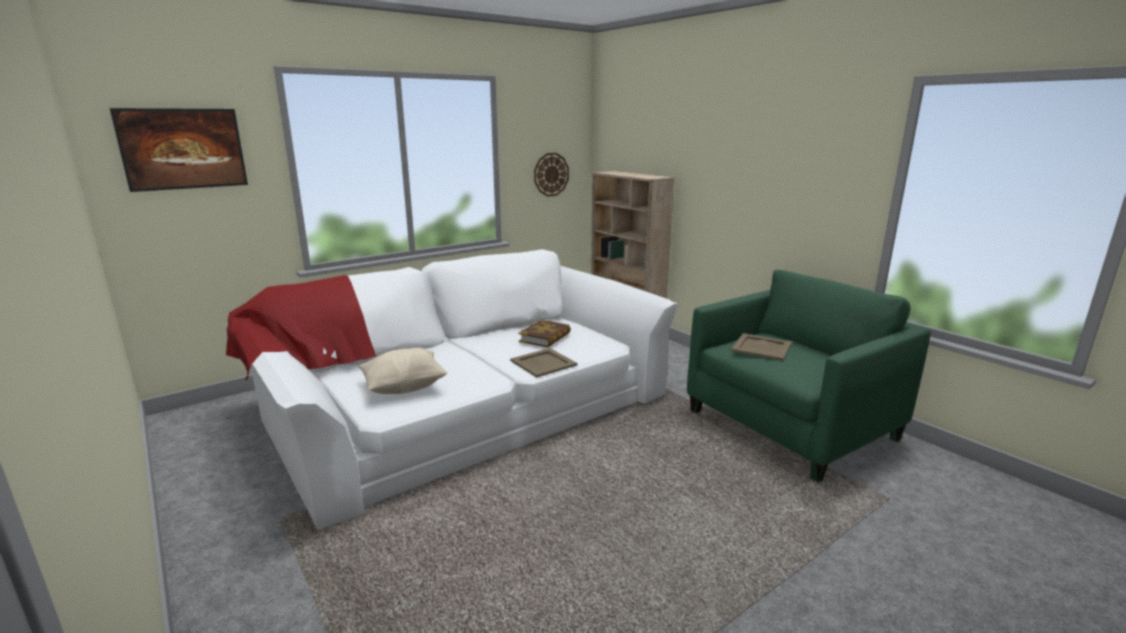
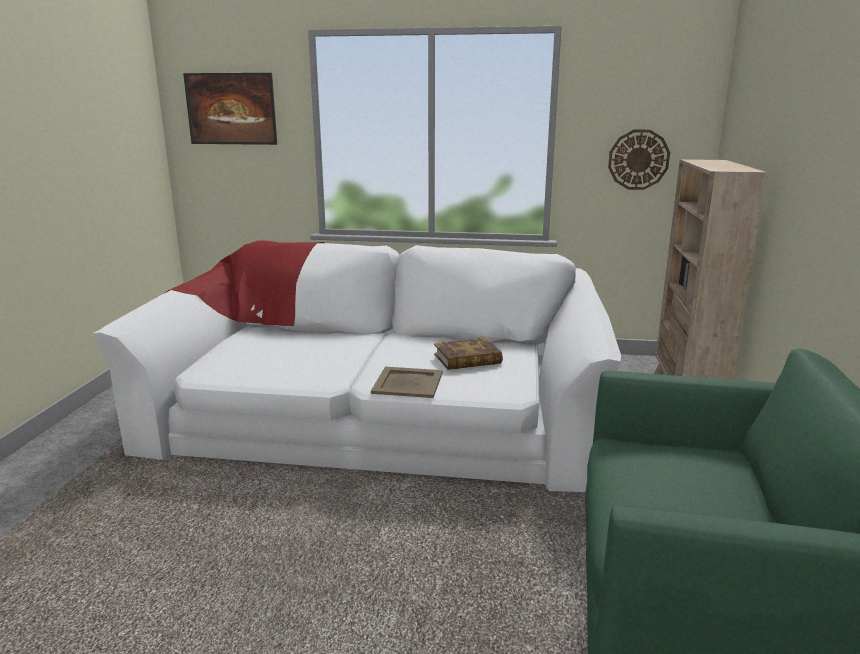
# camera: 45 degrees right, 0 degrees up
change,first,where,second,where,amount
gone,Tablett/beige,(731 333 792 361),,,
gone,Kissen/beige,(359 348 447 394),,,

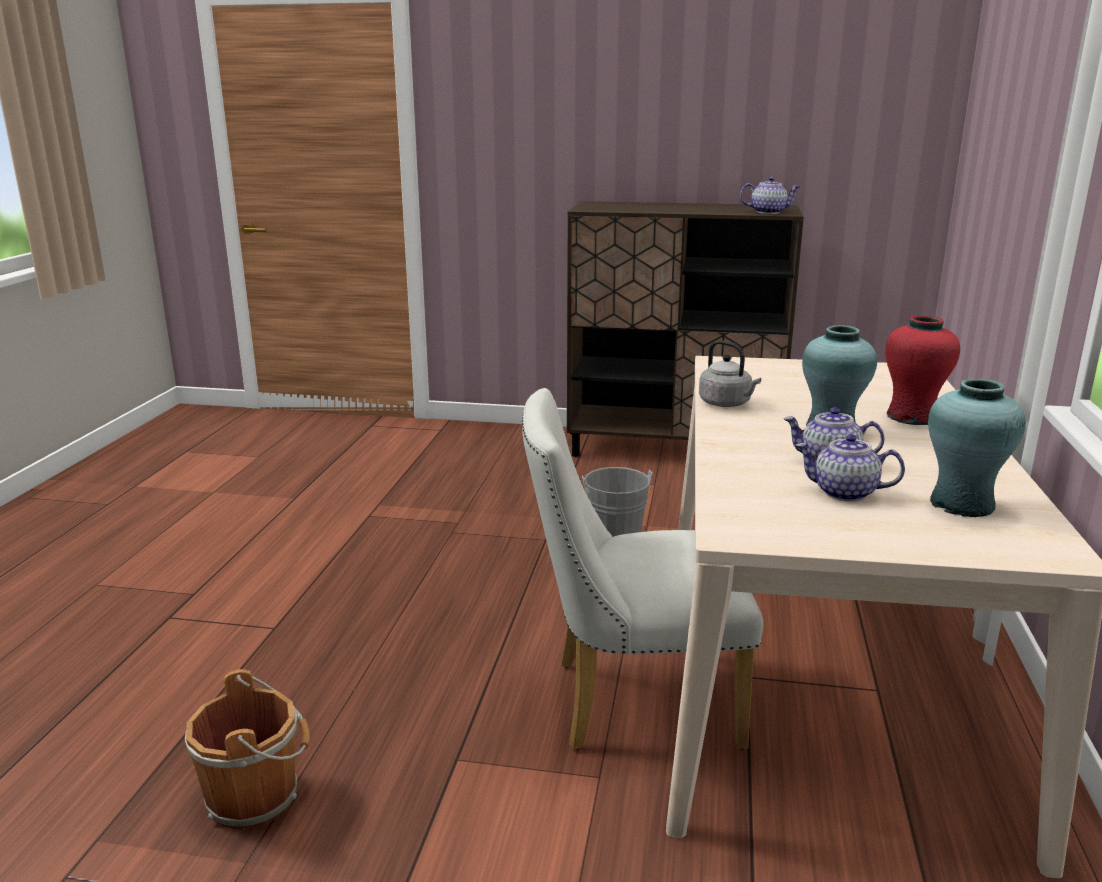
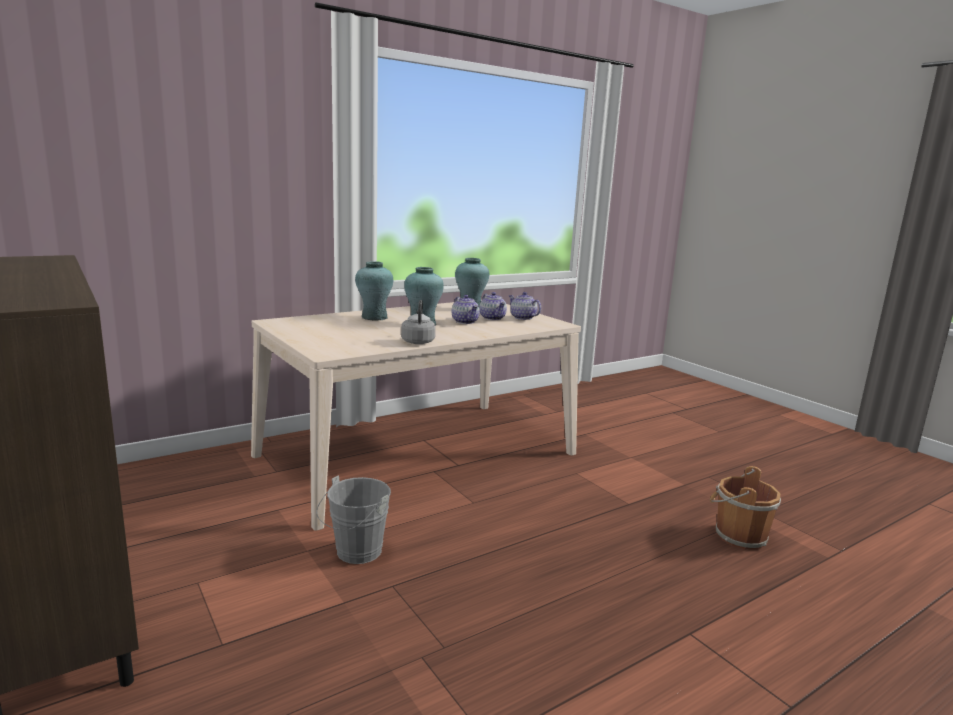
# camera: 135 degrees left, 5 degrees down
change,first,where,second,where,amount
shifted,Teekanne,(740 177 800 214),,(508 292 541 320),
repainted,Vase/rot,(885 315 960 425),Vase/türkis,(355 261 393 321),
gone,Stuhl/weiß,(522 388 763 750),,,

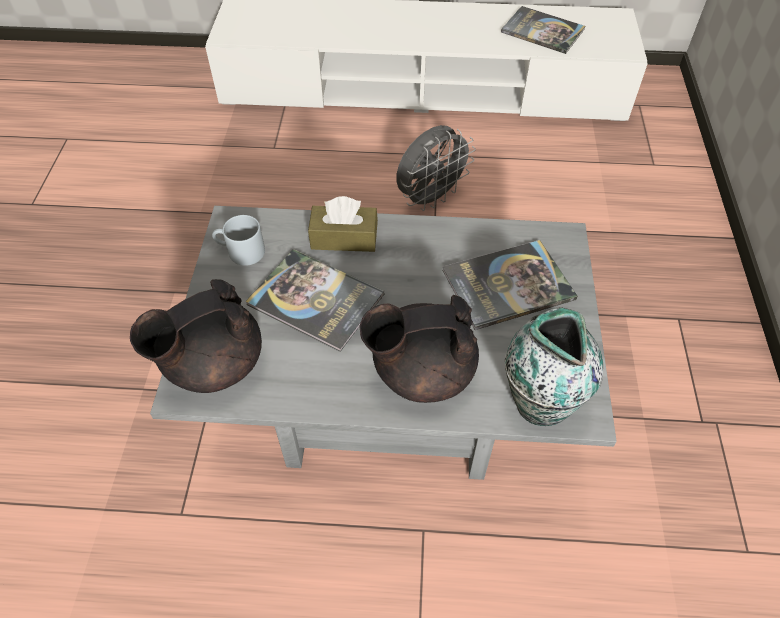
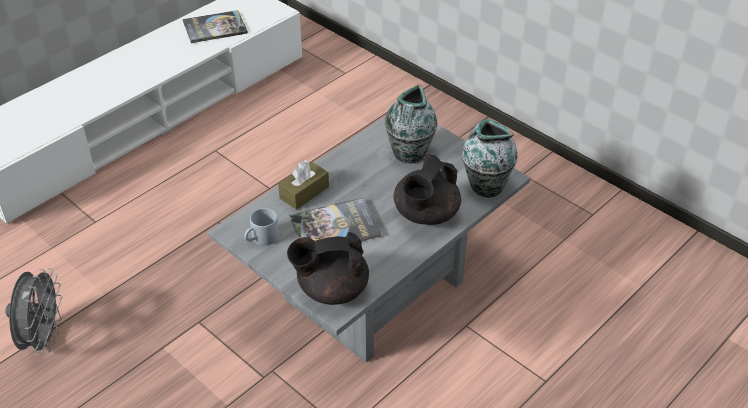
# camera: 50 degrees left, 10 degrees down
change,first,where,second,where,amount
shifted,Ventilator/grau,(396 125 476 211),,(6 268 62 356),
swapped,Buch,(442 240 578 330),Vase,(385 84 437 163),
rotated,Teekanne/schwarz,(130 279 262 393),,(287 232 369 305),75 degrees clockwise

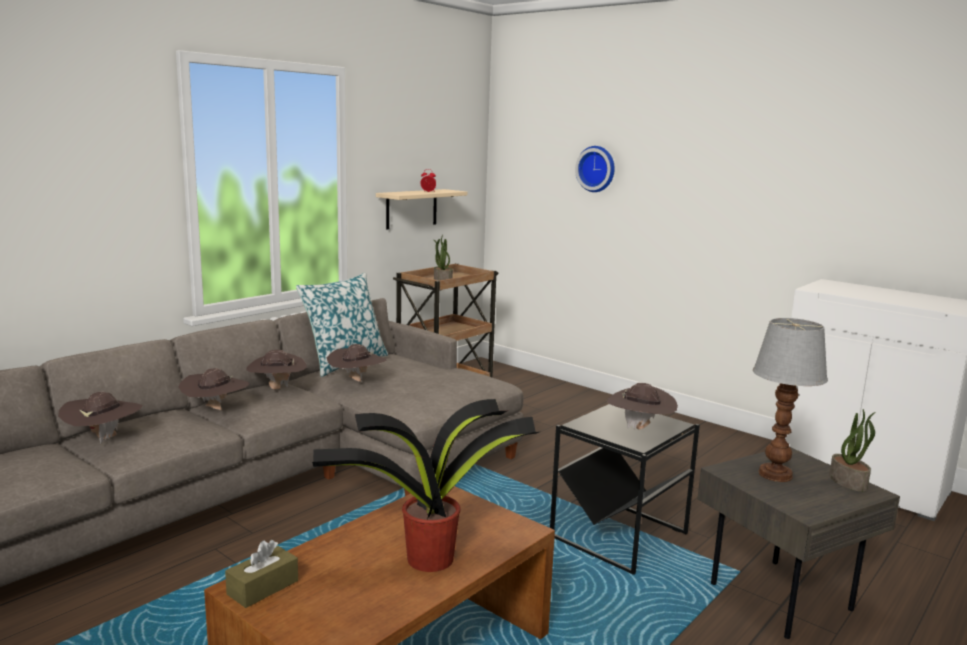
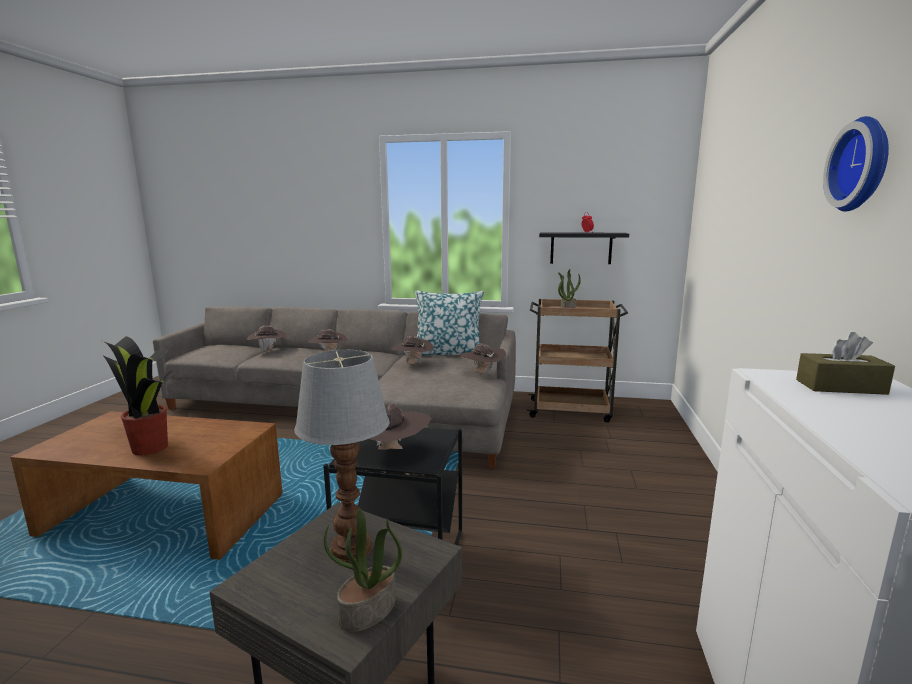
# camera: 60 degrees right, 0 degrees up
change,first,where,second,where,amount
shifted,Wanduhr,(575 146 615 192),,(823 116 889 212),
repainted,Wandregal/beige,(376 189 467 229),Wandregal/schwarz,(539 233 629 264),
shifted,Hut/braun,(246 350 307 390),,(459 343 506 374),
shifted,Taschentuchbox/braun,(225 540 298 608),,(796 332 895 395),

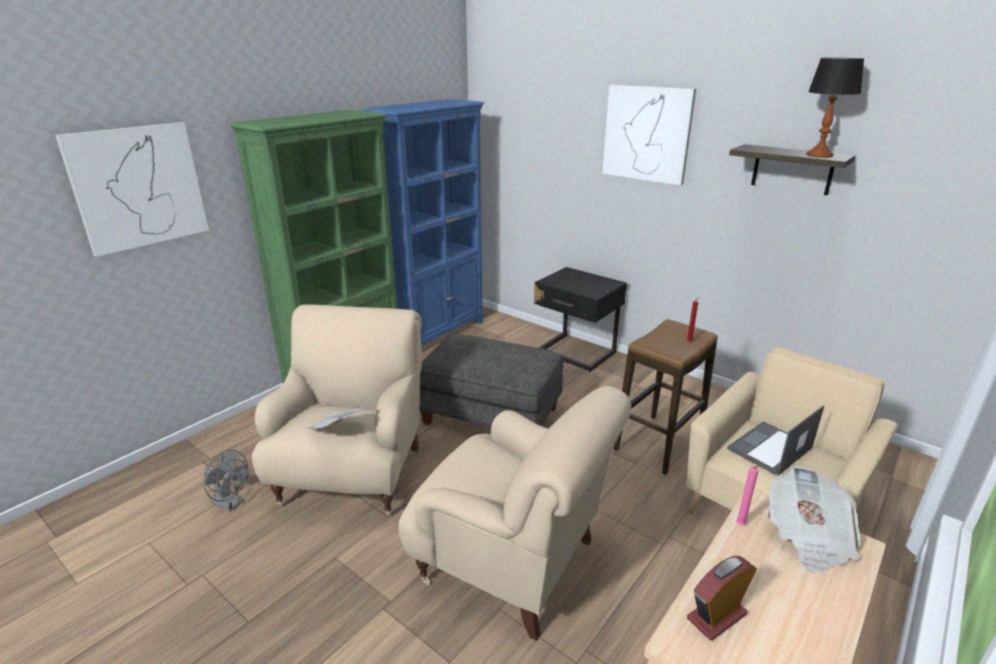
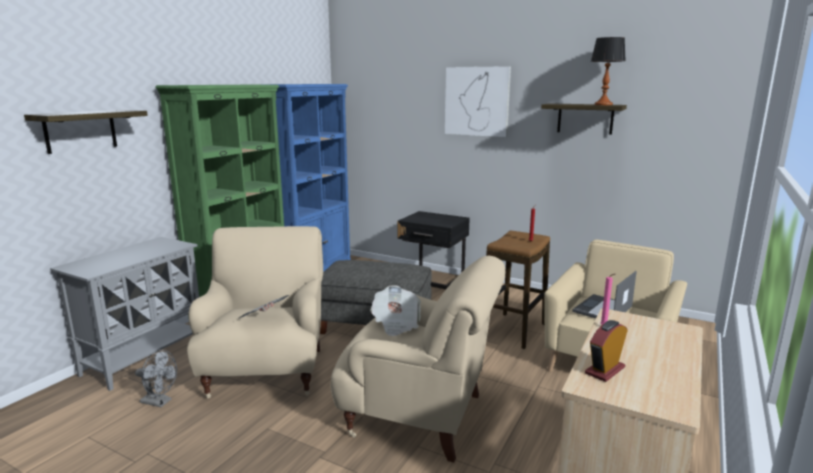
# camera: 10 degrees left, 10 degrees down
change,first,where,second,where,amount
swapped,Bild,(55 122 209 257),Wandregal,(24 110 148 154),
shifted,Zeitung,(767 466 860 574),,(370 285 421 336),
new,,,Schrank/grau,(50 237 199 391),

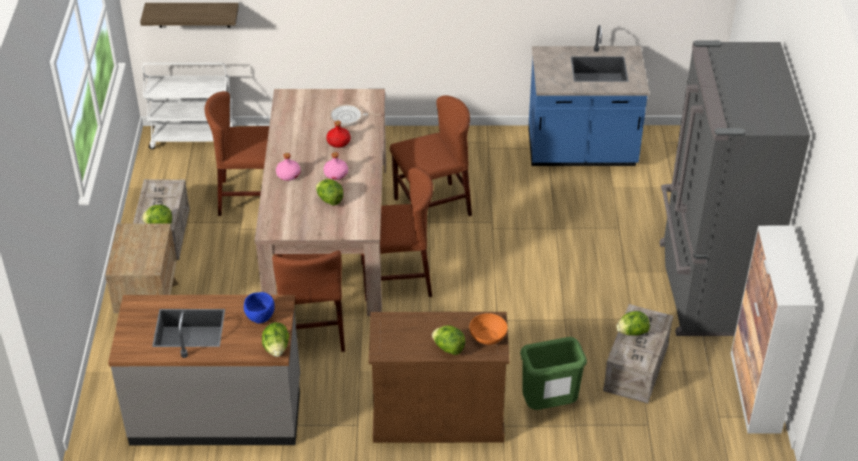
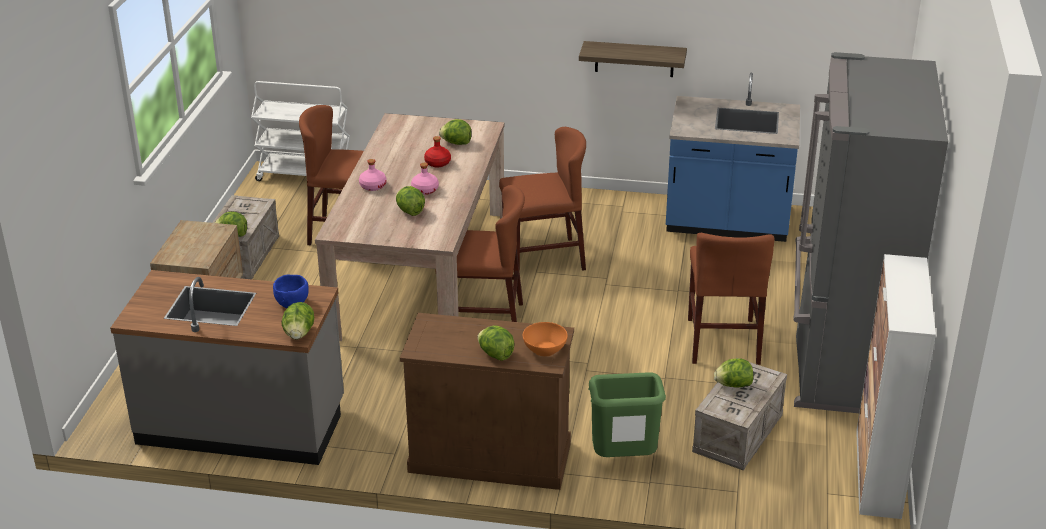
# camera: 10 degrees right, 10 degrees down
change,first,where,second,where,amount
shifted,Wandregal,(140 3 239 28),,(579 41 687 77),
swapped,Pfanne,(330 104 380 126),Salatkopf,(439 119 472 145),
shifted,Stuhl/braun,(272 250 345 352),,(688 233 775 365),

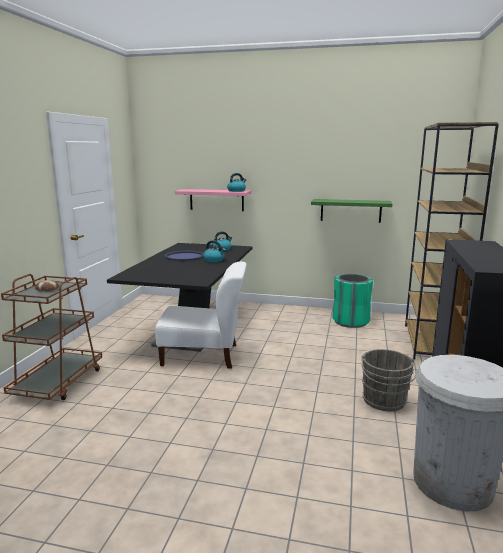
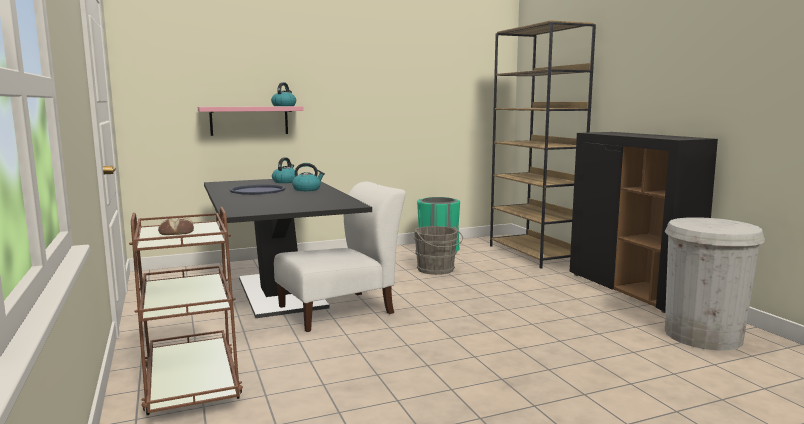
# camera: 35 degrees left, 5 degrees down
change,first,where,second,where,amount
gone,Wandregal/grün,(311 199 392 223),,,
shifted,Eimer/grau,(361 349 417 411),,(414 226 463 275),

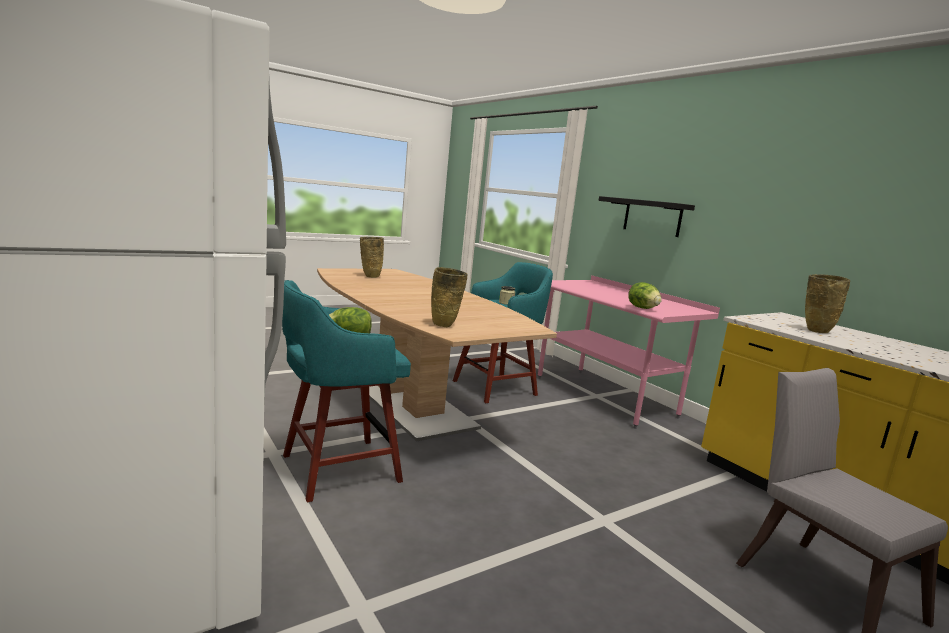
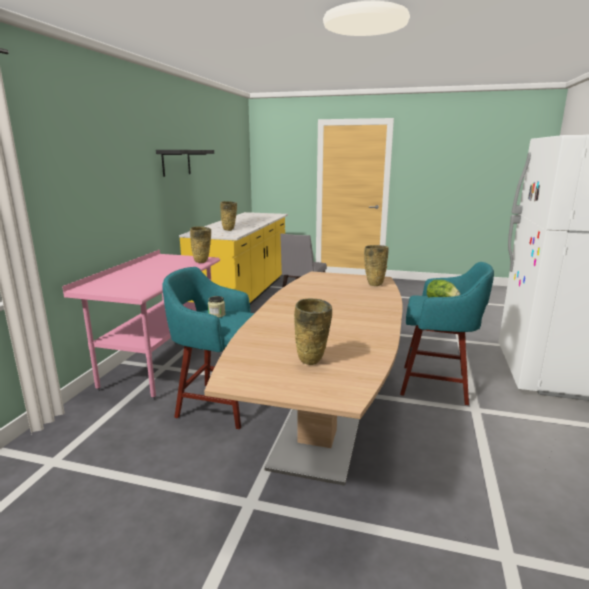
# camera: 130 degrees left, 5 degrees up
change,first,where,second,where,amount
shifted,Wandregal/schwarz,(598 196 695 237),,(156 150 214 177),
swapped,Salatkopf,(628 282 662 309),Vase/beige,(190 227 211 263),

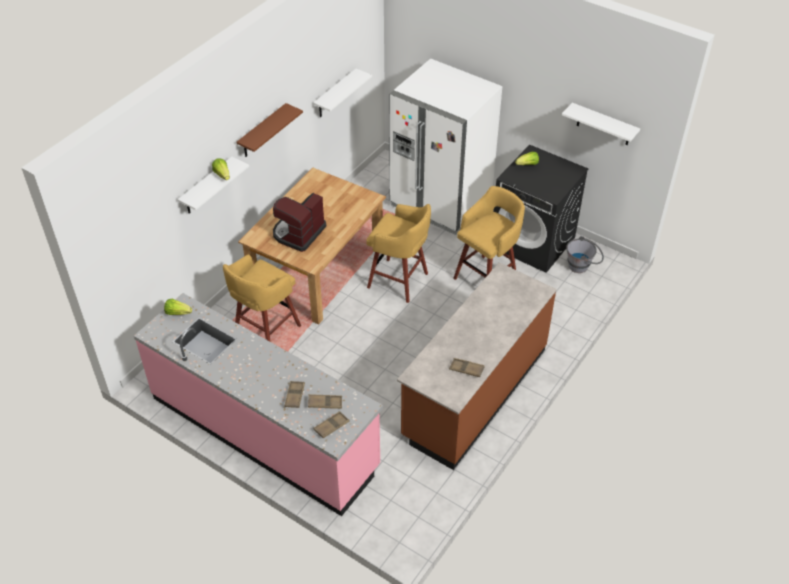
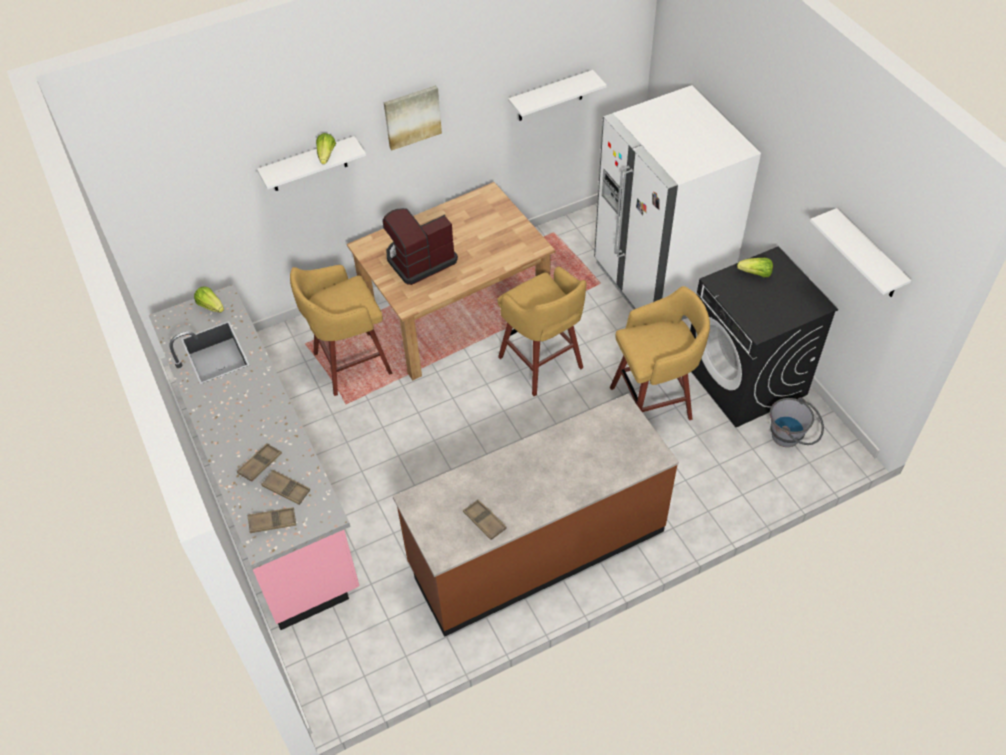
# camera: 30 degrees right, 5 degrees up
change,first,where,second,where,amount
swapped,Wandregal/braun,(237 103 303 157),Bild,(384 85 442 150),

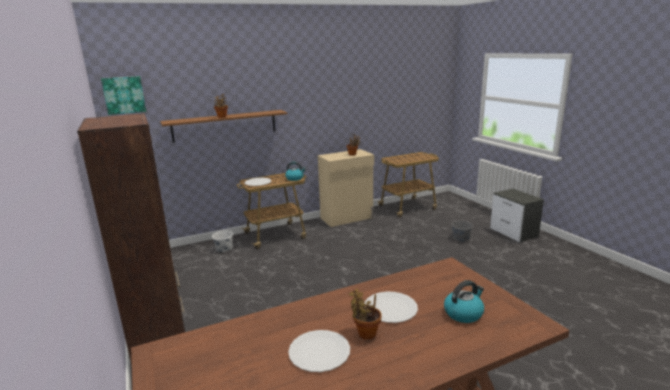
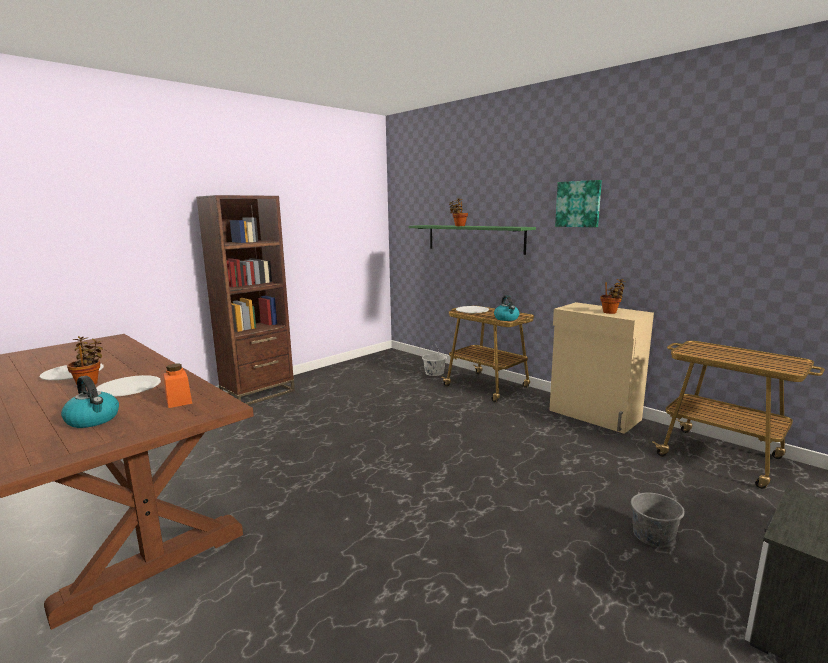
# camera: 70 degrees right, 5 degrees down
change,first,where,second,where,amount
shifted,Bild,(101 76 146 115),,(555 180 602 227),
repainted,Wandregal/braun,(160 110 288 143),Wandregal/grün,(409 225 536 255),
new,,,Vorratsglas/orange,(163 363 192 408),

